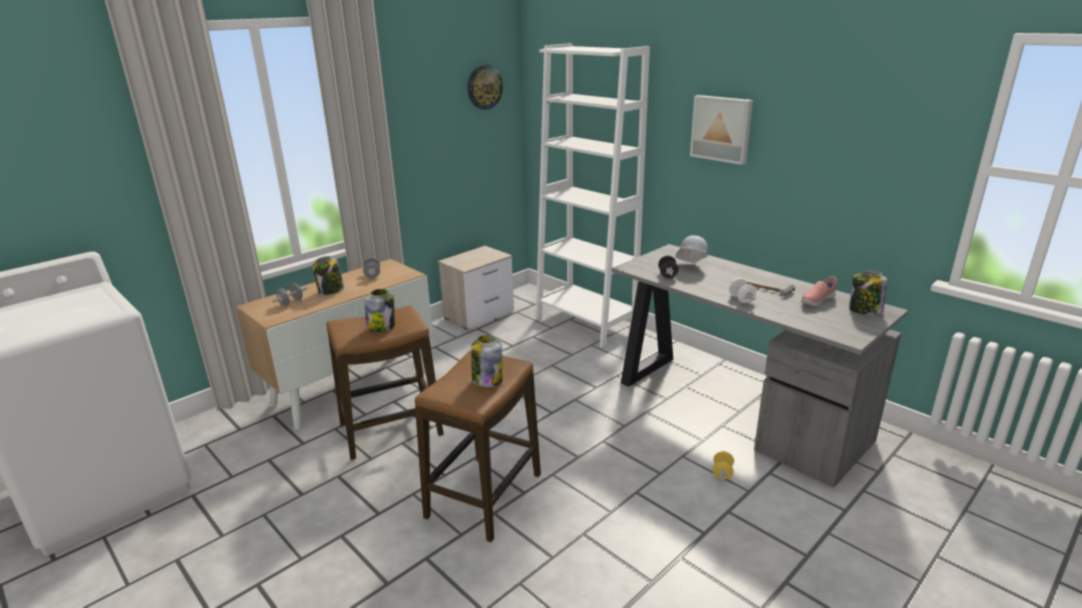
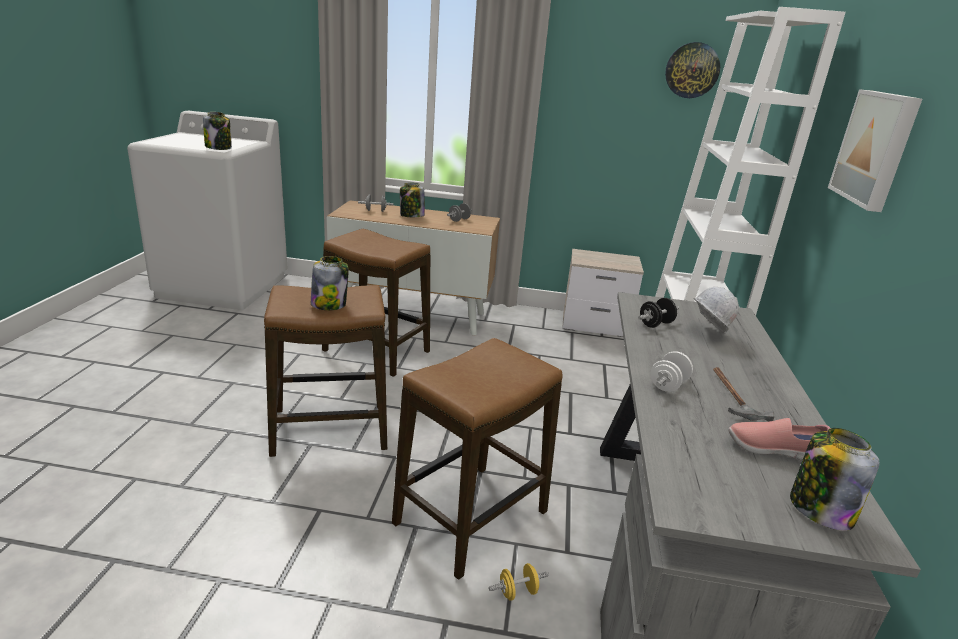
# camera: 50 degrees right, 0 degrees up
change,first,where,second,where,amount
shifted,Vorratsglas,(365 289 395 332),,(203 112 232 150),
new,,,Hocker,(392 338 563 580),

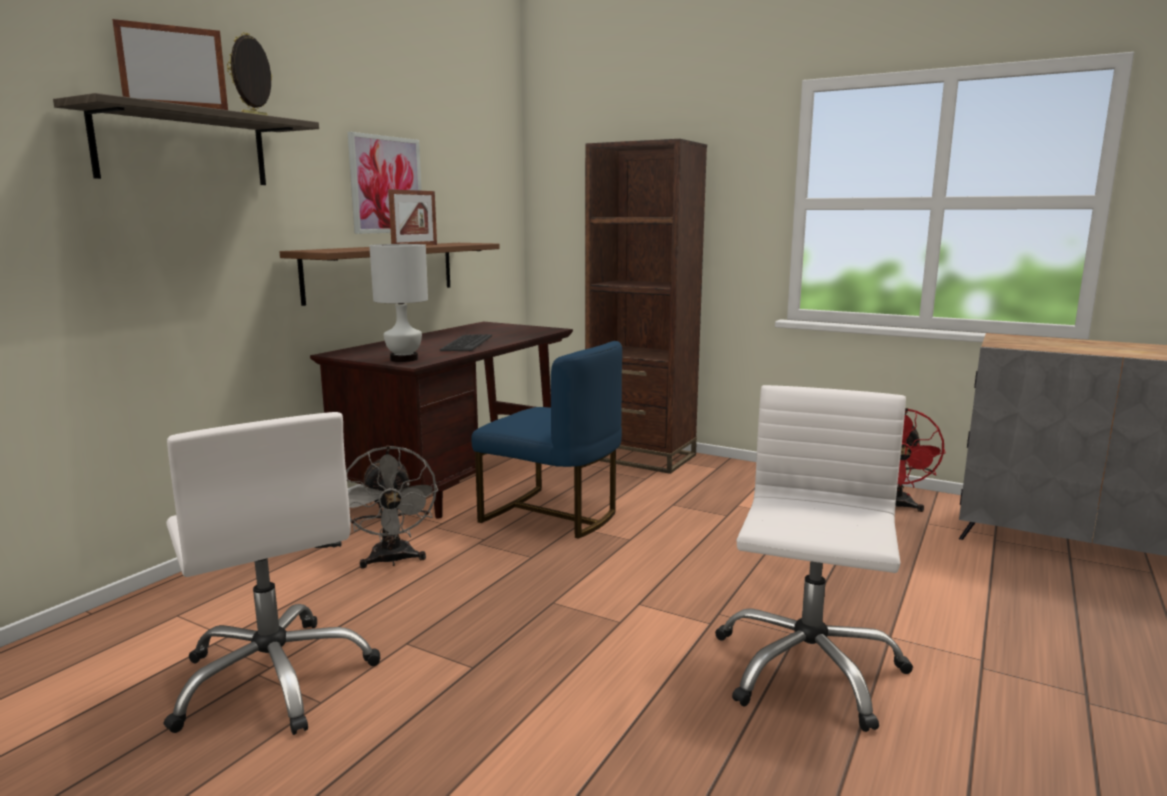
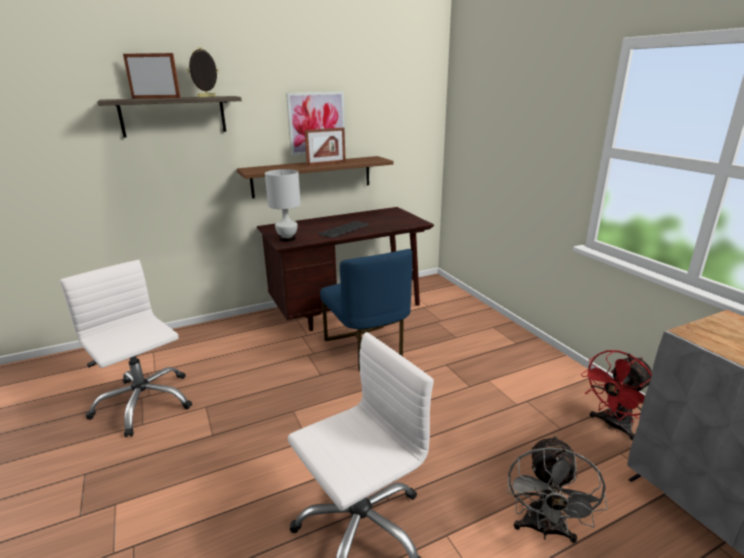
# camera: 35 degrees right, 10 degrees up
change,first,where,second,where,amount
gone,Bücherregal/braun,(585 139 707 474),,,
rotated,Bürostuhl/weiß,(163 412 380 735),,(60 260 192 437),135 degrees clockwise
shifted,Ventilator/grau,(346 445 438 568),,(508 435 608 543),

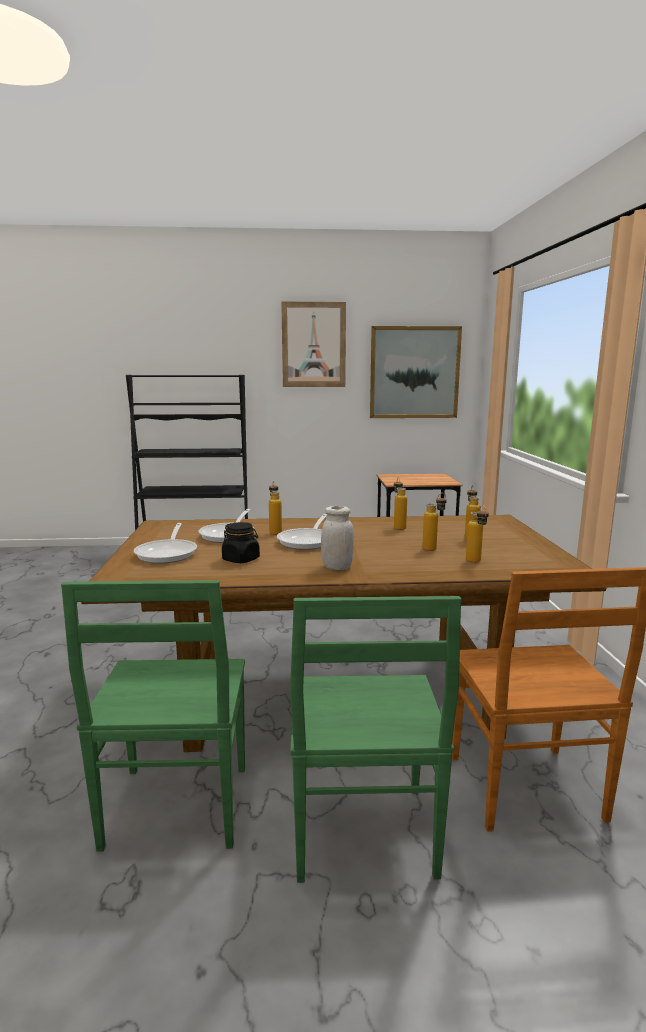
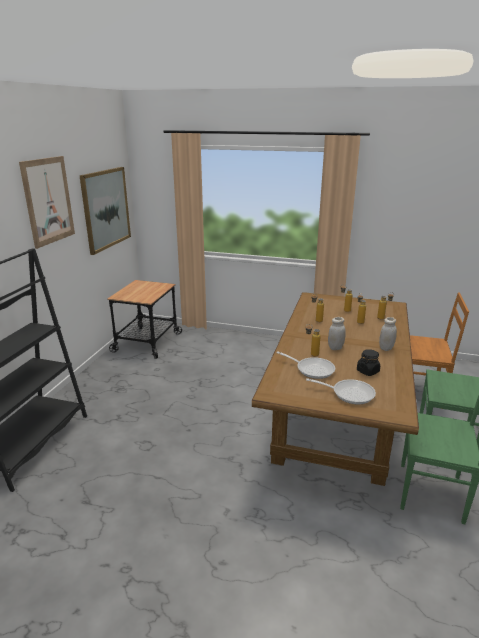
# camera: 70 degrees left, 10 degrees up
change,first,where,second,where,amount
swapped,Pfanne,(277 514 327 550),Vorratsglas/weiß,(328 317 346 350),

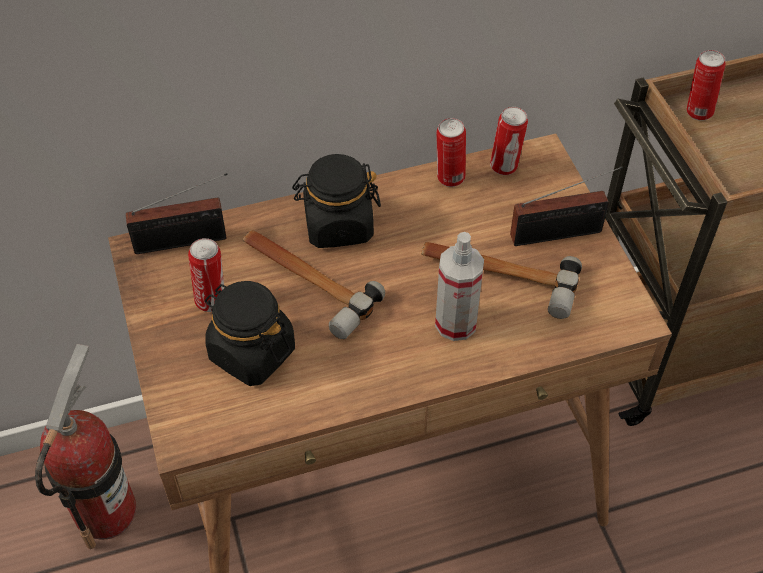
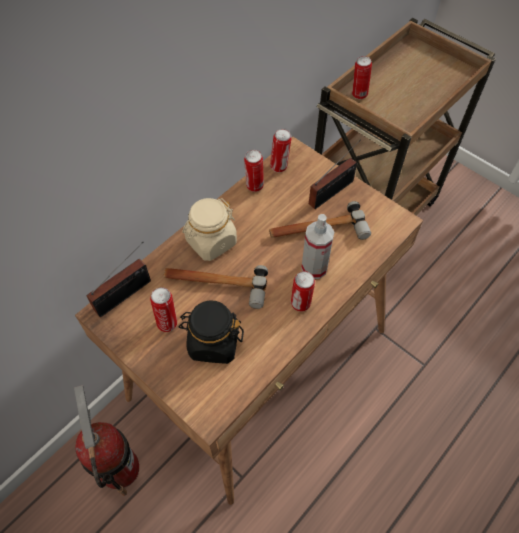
# camera: 30 degrees left, 5 degrees up
change,first,where,second,where,amount
repainted,Vorratsglas/schwarz,(292 154 381 248),Vorratsglas/beige,(182 198 237 261),
new,,,Dose,(291 271 315 312),

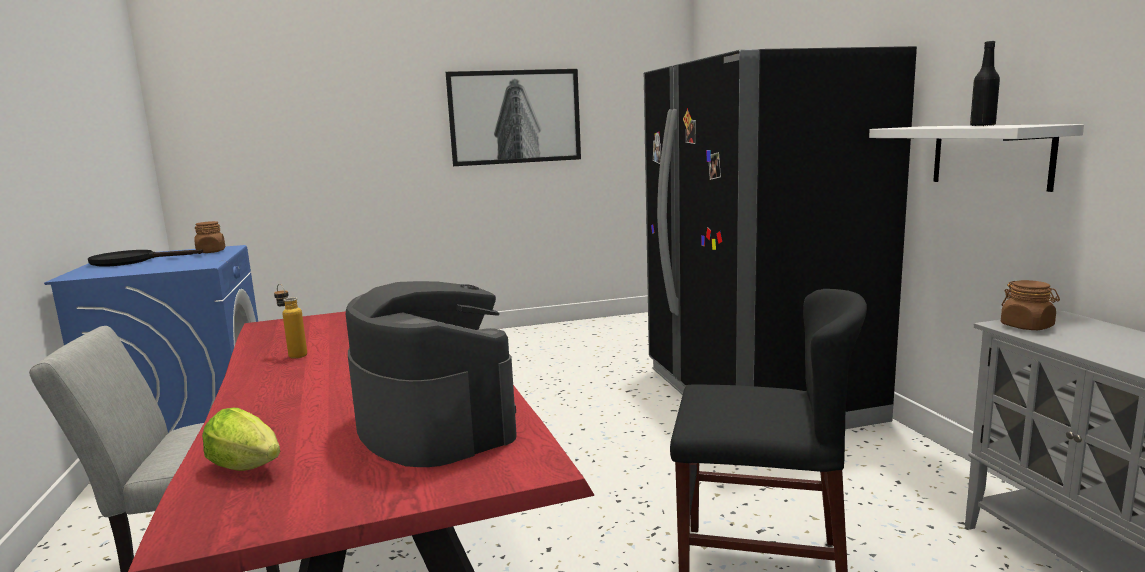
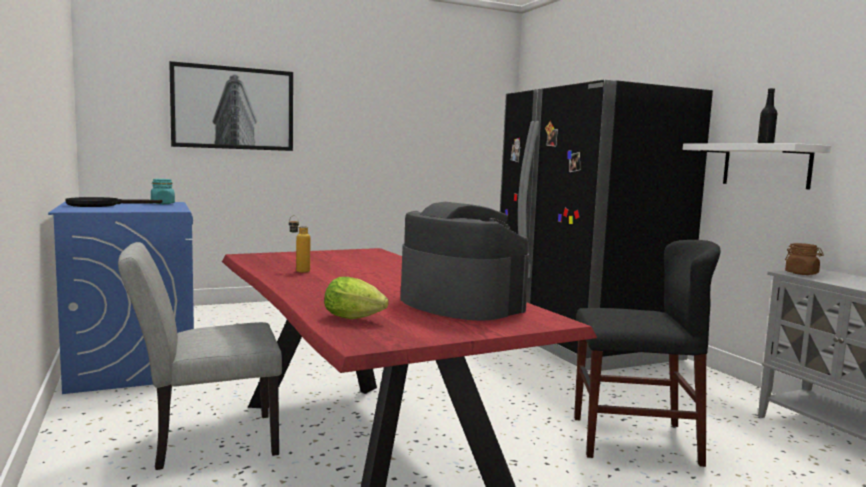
# camera: 10 degrees left, 5 degrees down
change,first,where,second,where,amount
shifted,Bild,(446 69 581 166),,(169 61 293 151),
repainted,Vorratsglas/braun,(195 221 225 253),Vorratsglas/türkis,(151 179 175 204),

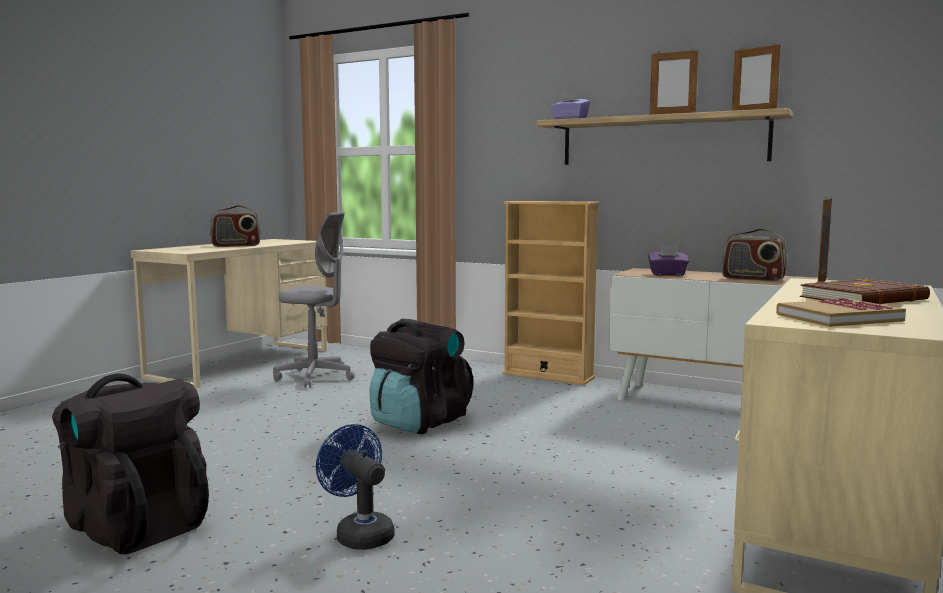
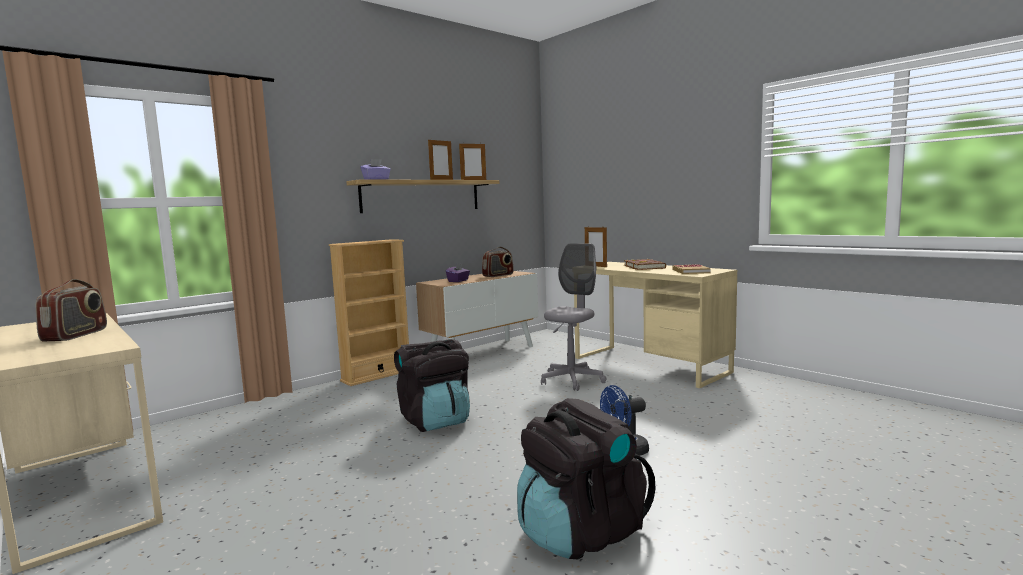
# camera: 70 degrees left, 0 degrees up
change,first,where,second,where,amount
shifted,Bürostuhl/grau,(273 212 355 388),,(541 243 607 391),

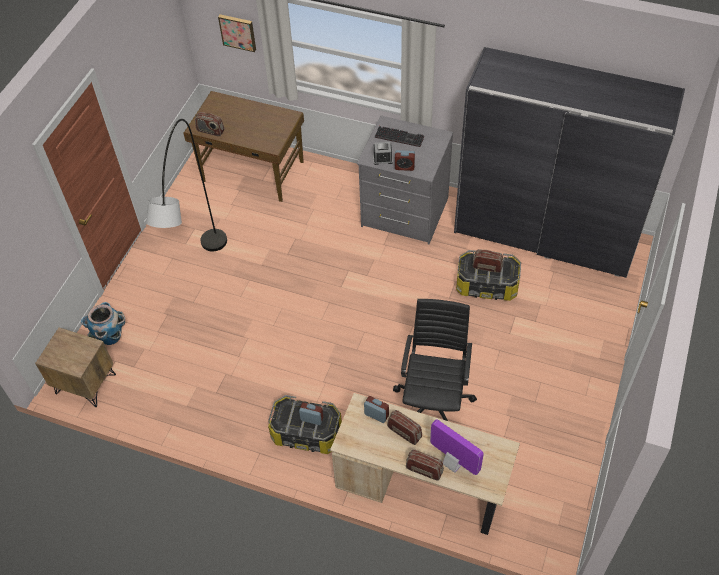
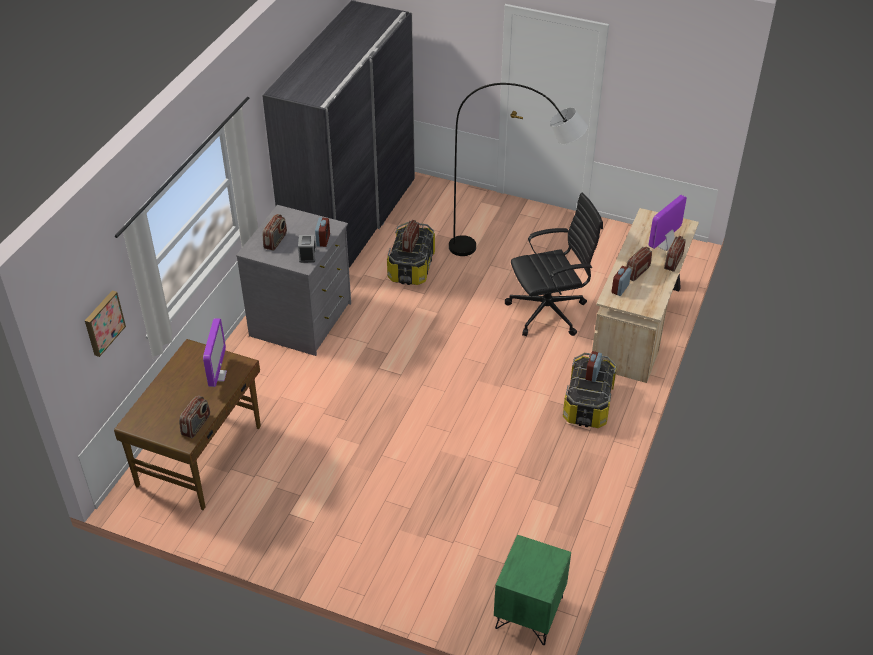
# camera: 90 degrees left, 10 degrees down
change,first,where,second,where,amount
shifted,Stehlampe/grau,(146 119 227 252),,(449 83 588 256),
swapped,Tastatur,(375 126 424 147),Radio,(263 214 287 251),
rotated,Bürostuhl/schwarz,(393 299 477 421),,(505 193 603 336),150 degrees clockwise
gone,Pflanzkübel,(81 302 125 345),,,
repainted,Nachttisch/braun,(35 328 116 407),Nachttisch/grün,(494 535 571 645),
new,,,Monitor,(203 318 227 387),

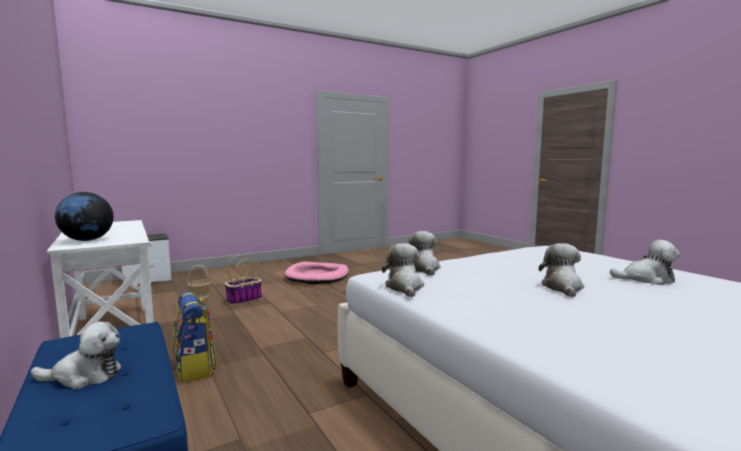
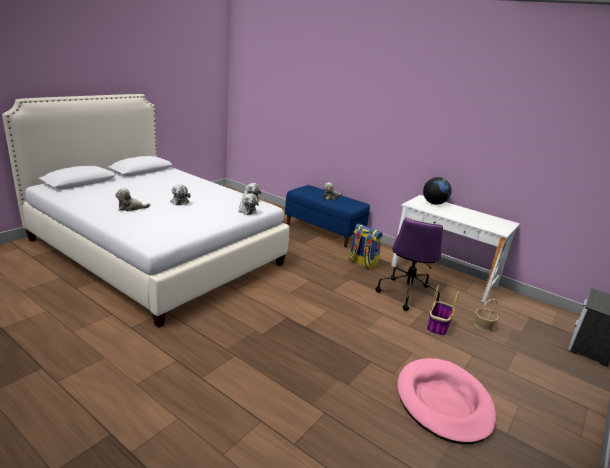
# camera: 155 degrees right, 15 degrees up
change,first,where,second,where,amount
new,,,Bürostuhl/lila,(376 218 443 311),

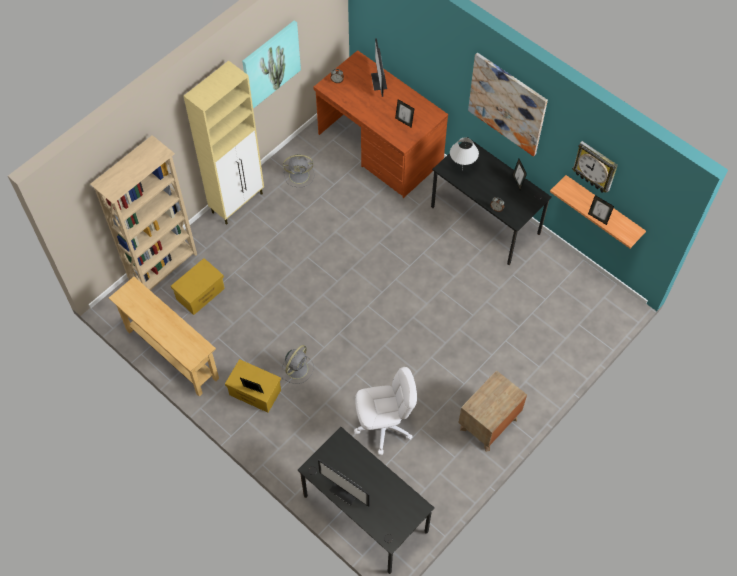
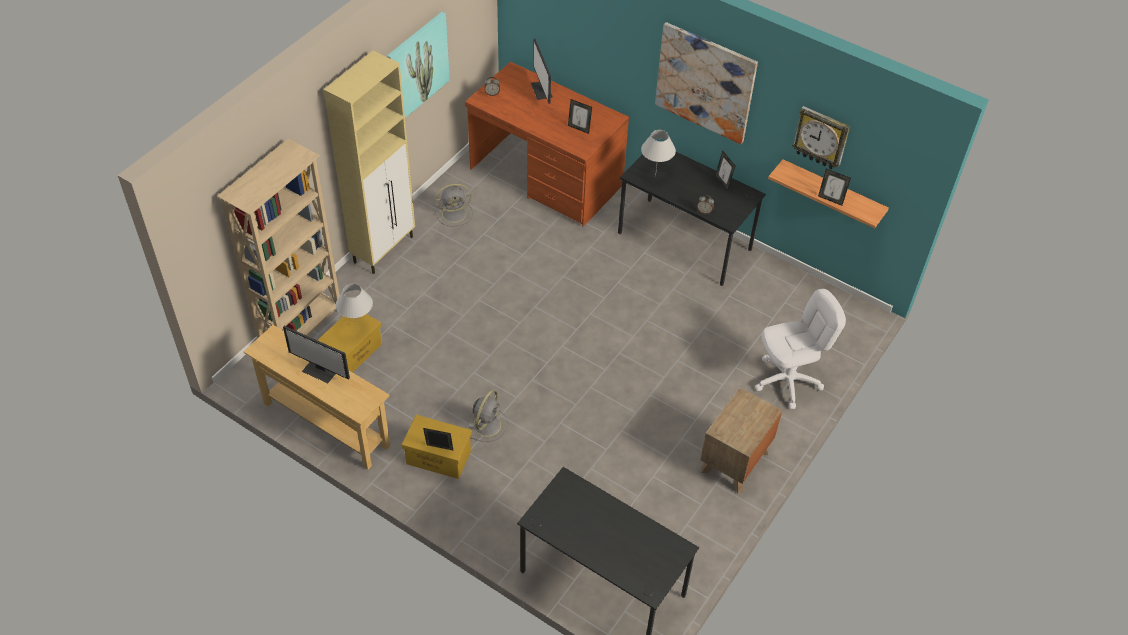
# camera: 10 degrees left, 10 degrees down
change,first,where,second,where,amount
shifted,Bürostuhl/weiß,(354 367 417 455),,(755 289 846 409),
shifted,Monitor,(318 459 370 507),,(283 326 350 383),
new,,,Tischlampe/weiß,(336 284 373 326),

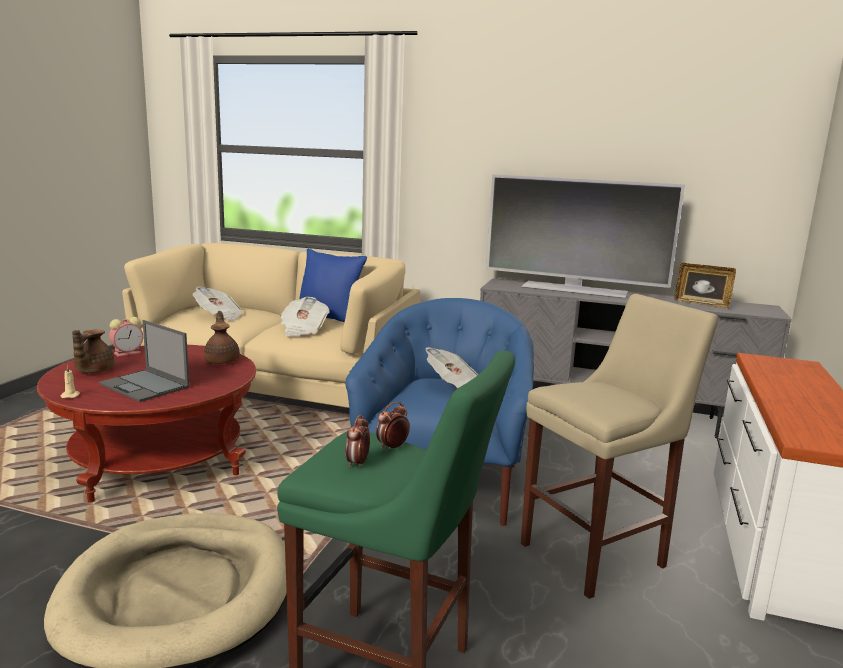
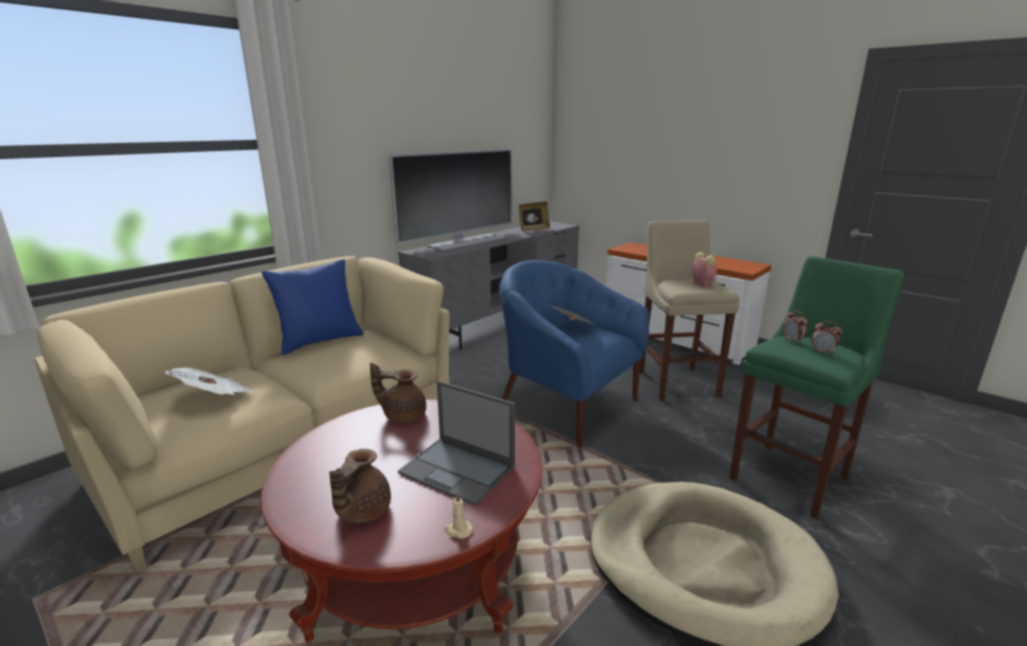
# camera: 65 degrees left, 5 degrees up
change,first,where,second,where,amount
gone,Zeitung,(280 297 329 337),,,
shifted,Wecker,(109 317 143 357),,(692 252 717 288),
rotated,Laptop,(98 320 190 402),,(398 381 515 506),60 degrees clockwise
rotated,Teekanne/braun,(72 330 114 373),,(329 449 391 523),75 degrees clockwise

